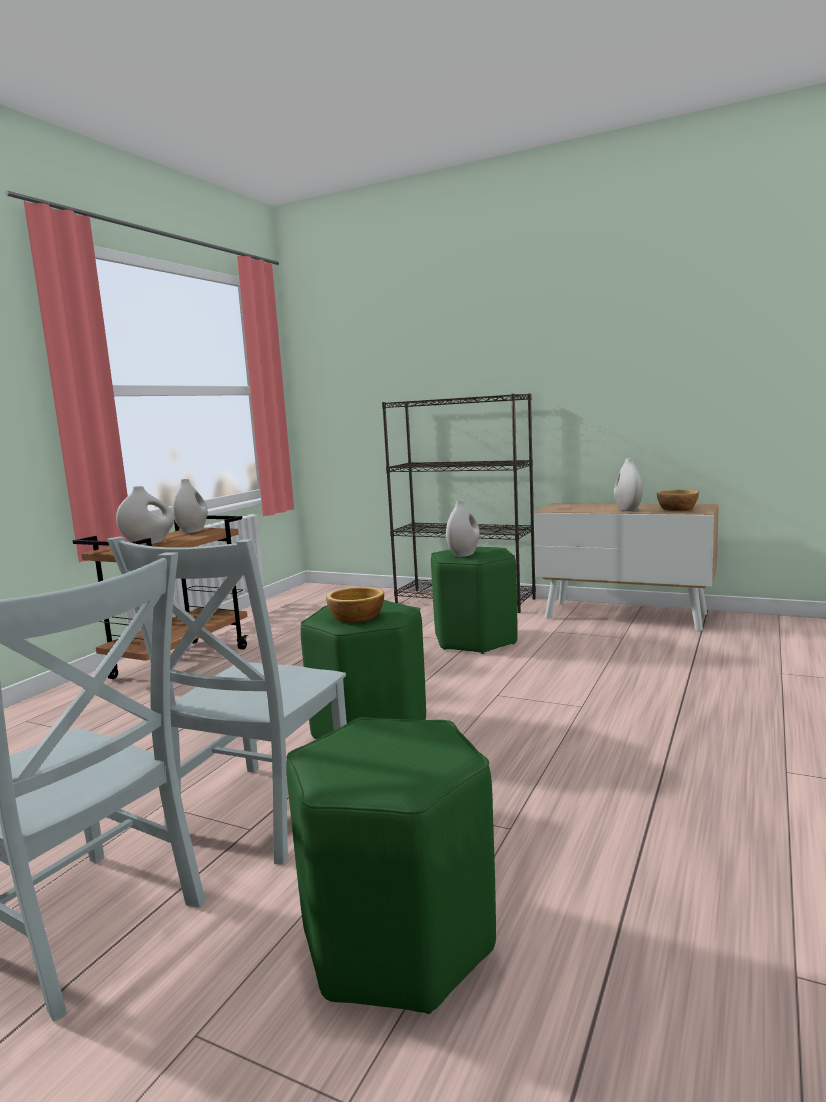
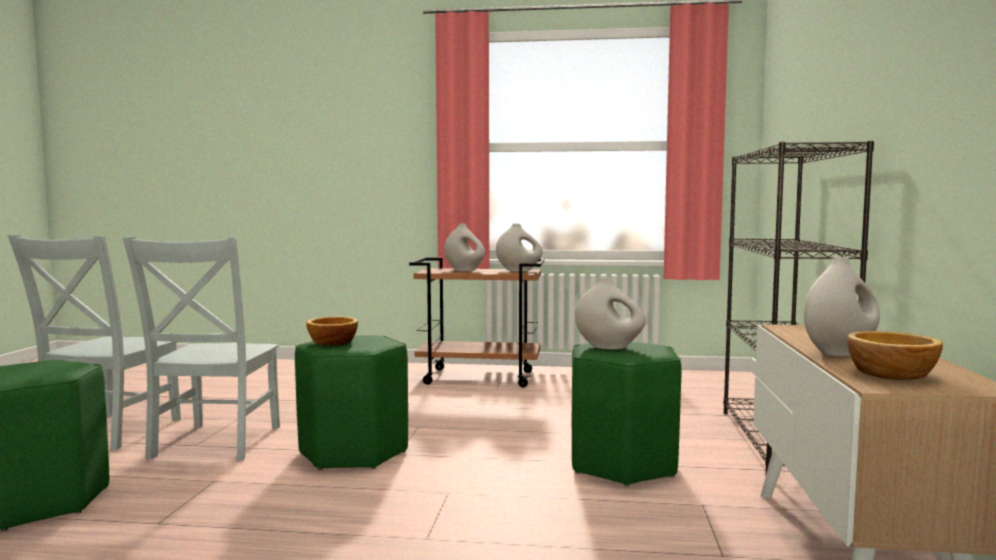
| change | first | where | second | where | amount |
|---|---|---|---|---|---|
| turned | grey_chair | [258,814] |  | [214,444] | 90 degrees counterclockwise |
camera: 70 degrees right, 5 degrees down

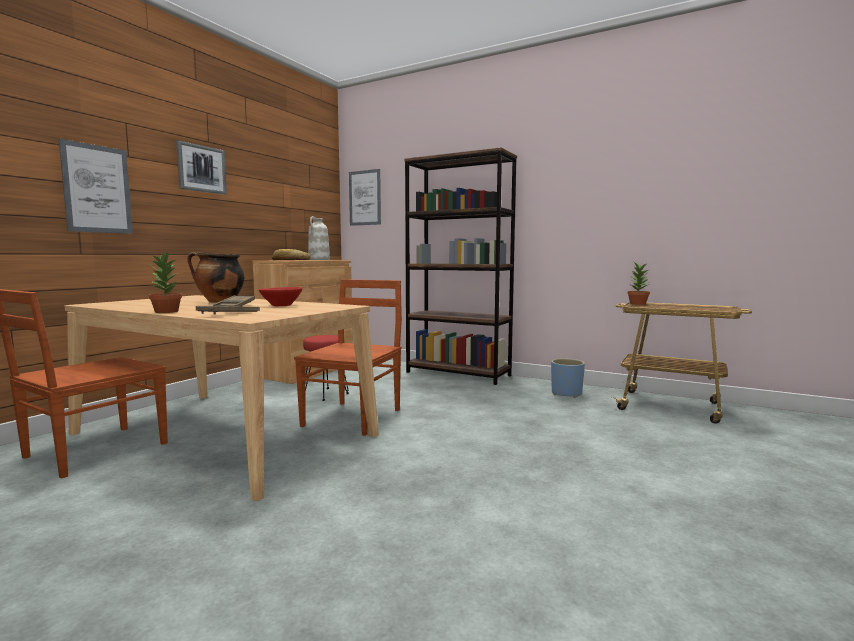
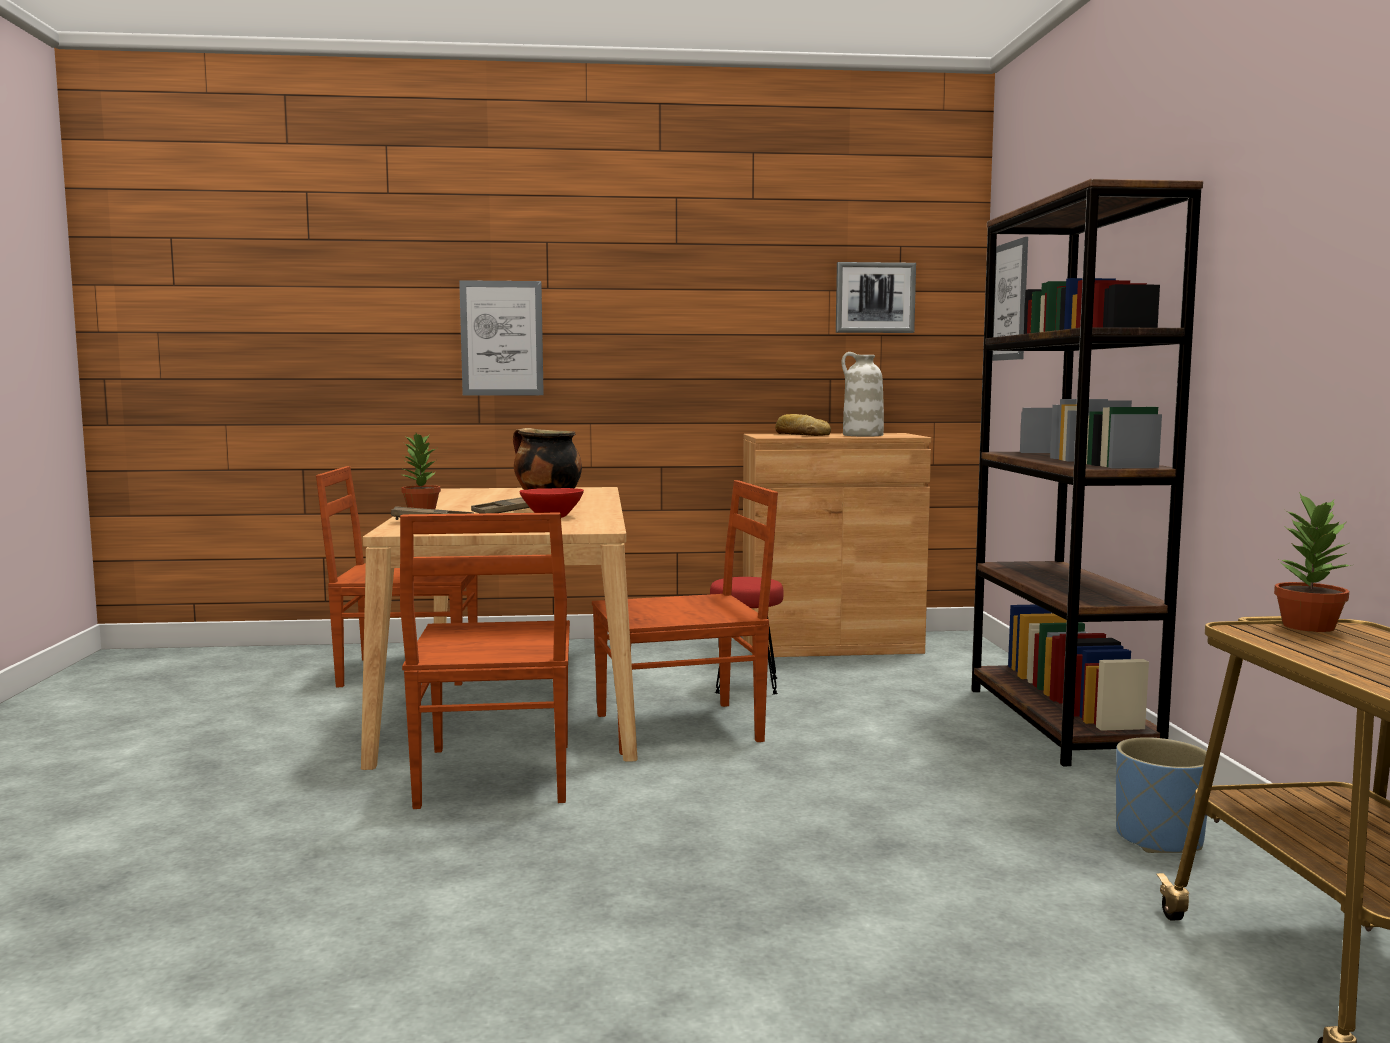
| change | first | where | second | where | amount |
|---|---|---|---|---|---|
| moved | picture | [201,169] |  | [875,298] |  |
| added |  |  | brown_chair | [495,777] |  |
camera: 55 degrees right, 0 degrees up

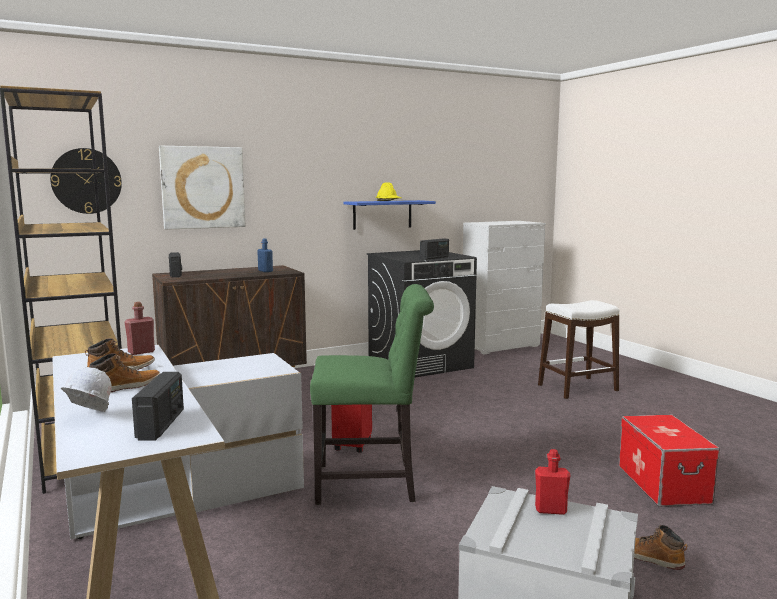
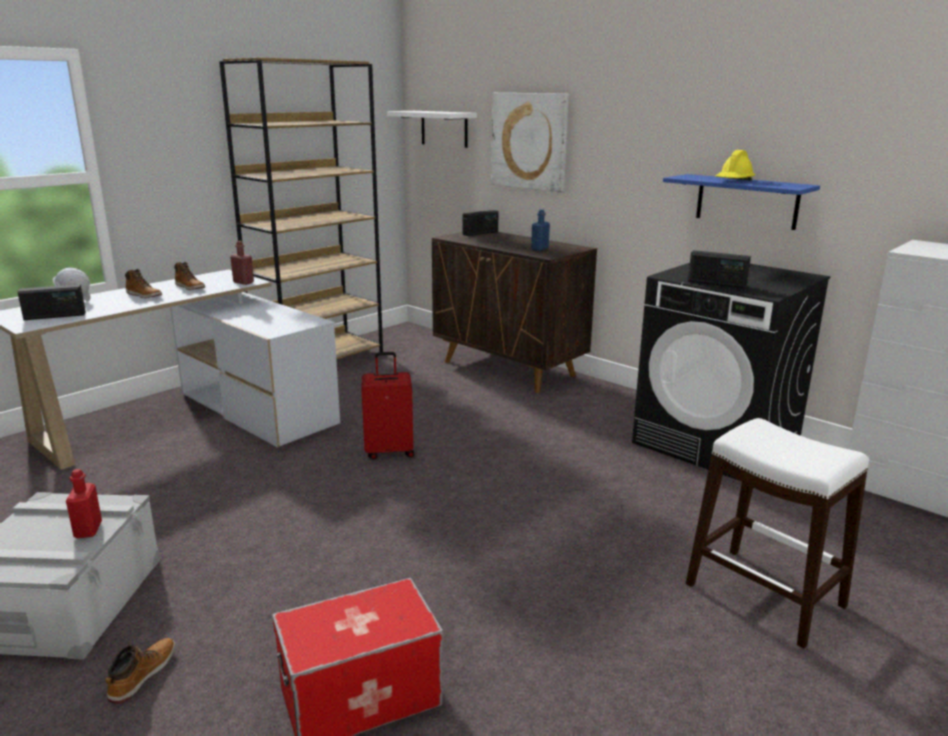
| change | first | where | second | where | amount |
|---|---|---|---|---|---|
| replaced | wall_clock | [86,181] | white_shelf | [444,128] |  |
| removed | green_chair | [372,483] |  |  |  |
camera: 70 degrees right, 10 degrees up

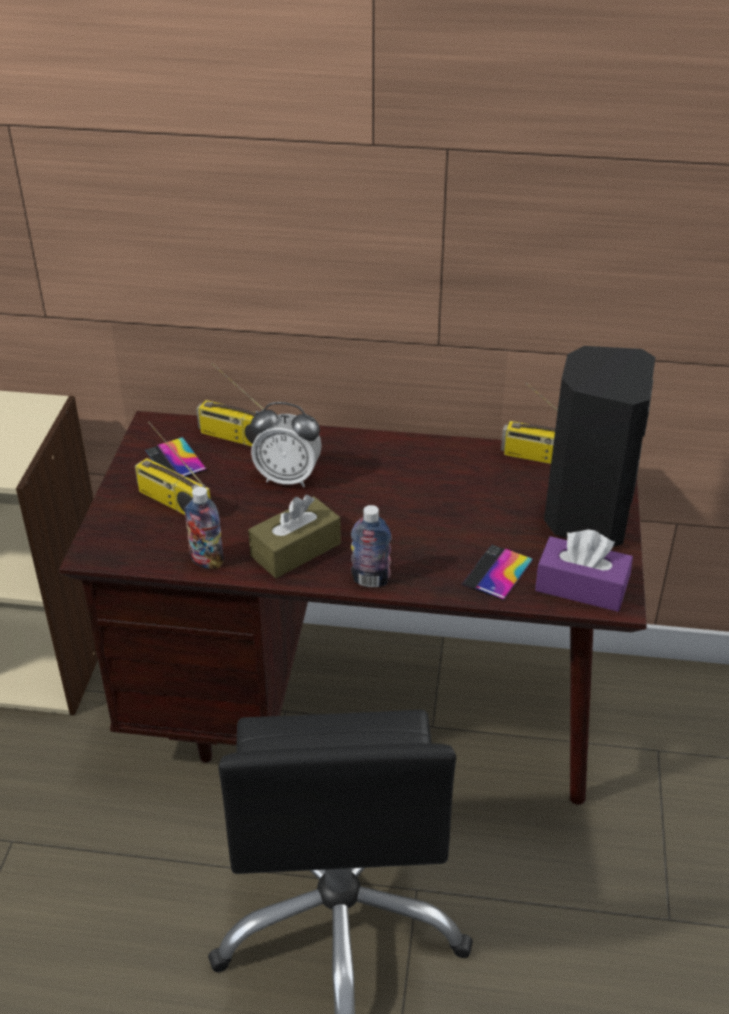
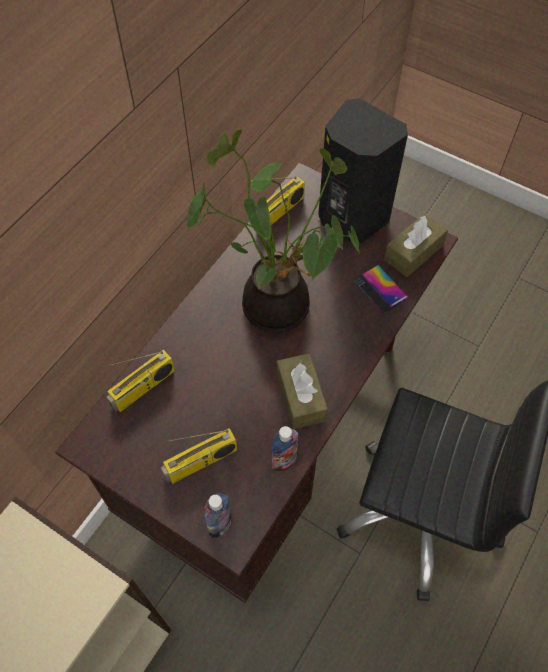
| change | first | where | second | where | amount |
|---|---|---|---|---|---|
| removed | phone | [175,460] |  |  |  |
| removed | alarm_clock | [288,478] |  |  |  |
| moved | bottle | [371,580] |  | [220,524] |  |
| recoloured | purple_tissue_box | [581,587] | brown_tissue_box | [413,252] |  |
| added |  |  | potted_plant | [278,301] |  |
camera: 65 degrees left, 20 degrees up

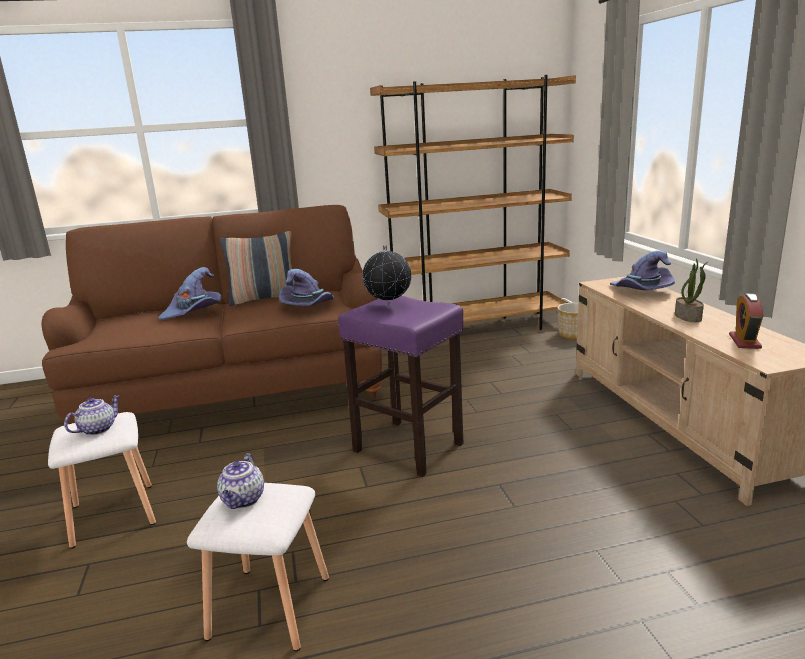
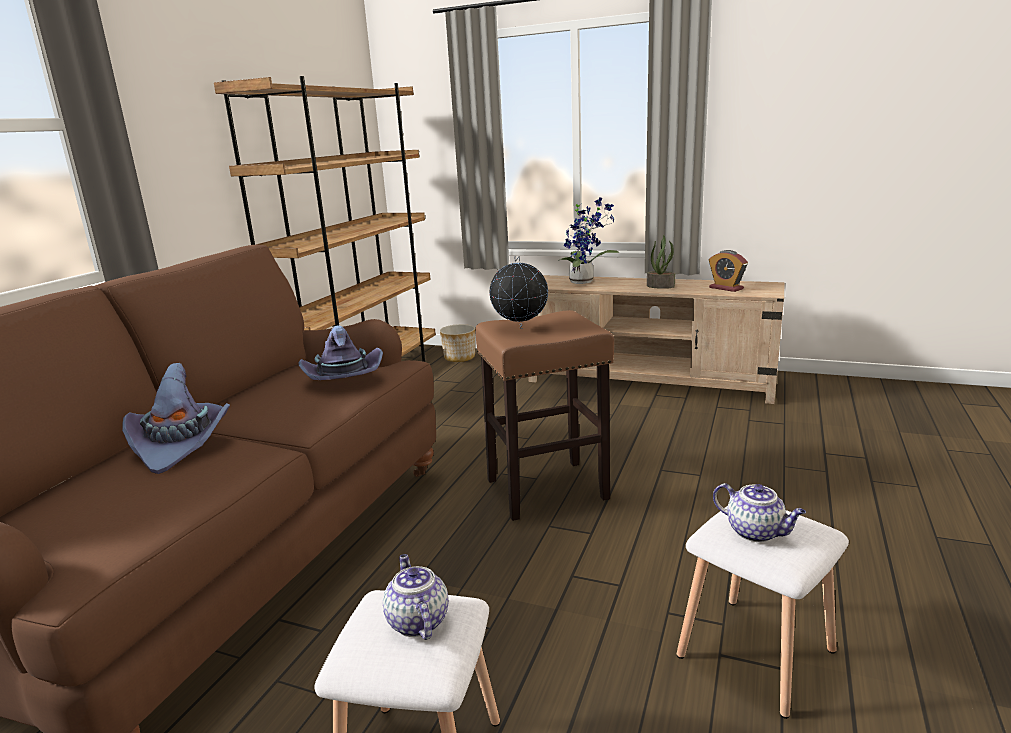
| change | first | where | second | where | amount |
|---|---|---|---|---|---|
| removed | pillow | [264,299] |  |  |  |
| recoloured | purple_stool | [409,447] | brown_stool | [548,489] |  |
| replaced | purple_hat | [641,291] | potted_plant | [584,281] |  |
camera: 55 degrees left, 0 degrees up

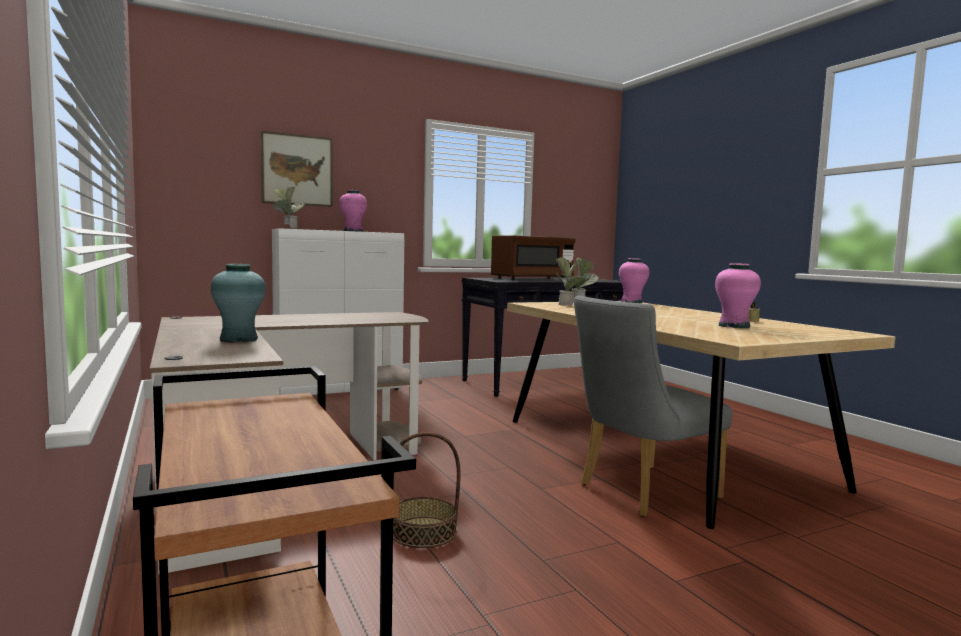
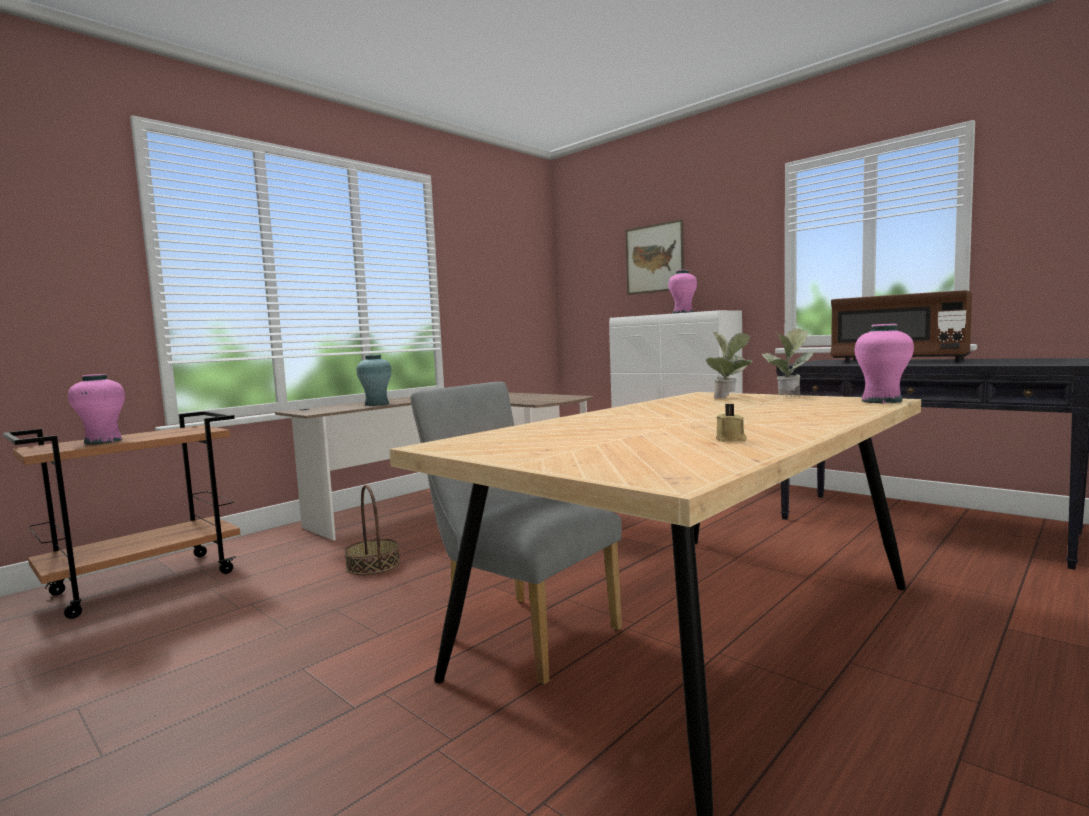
| change | first | where | second | where | amount |
|---|---|---|---|---|---|
| removed | potted_plant | [287,228] |  |  |  |
| moved | pink_vase | [734,326] |  | [103,441] |  |
camera: 70 degrees right, 0 degrees up

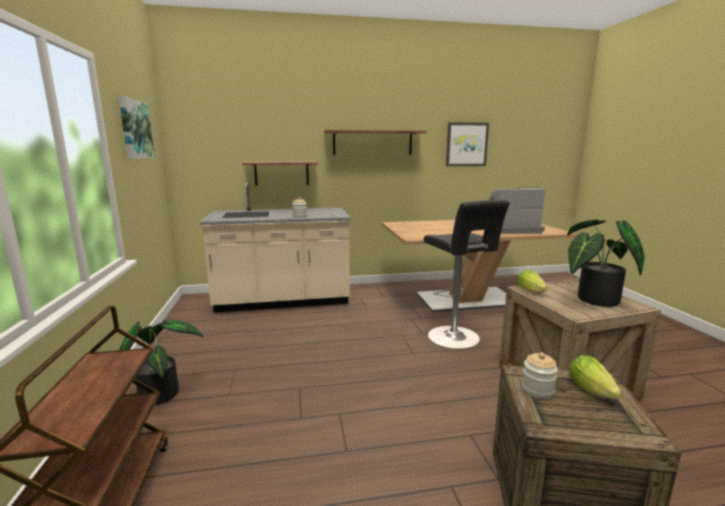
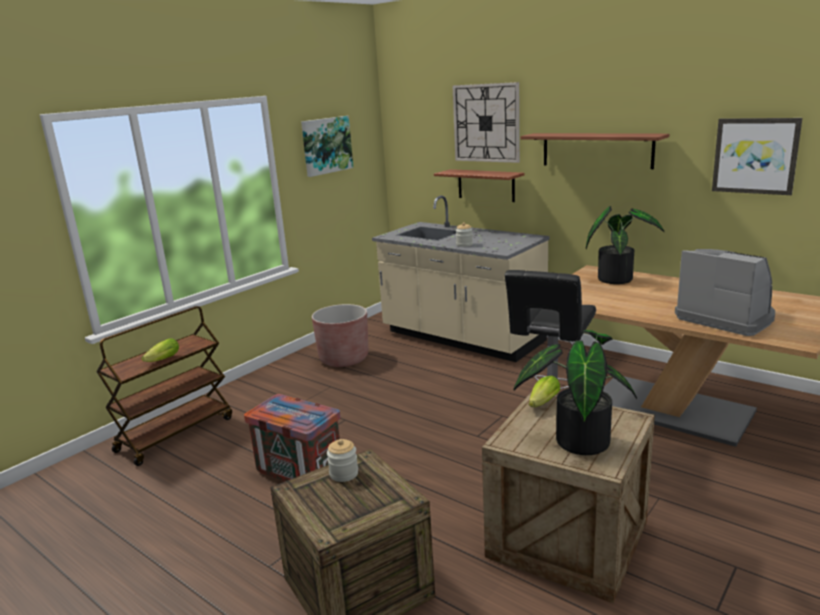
| change | first | where | second | where | amount |
|---|---|---|---|---|---|
| moved | potted_plant | [161,392] |  | [617,278] |  |
| moved | lettuce | [593,391] |  | [161,360] |  |
| added |  |  | crate | [299,471] |  |
| added |  |  | brown_planter | [344,359] |  |
| added |  |  | wall_clock | [486,123] |  |
camera: 50 degrees right, 5 degrees up

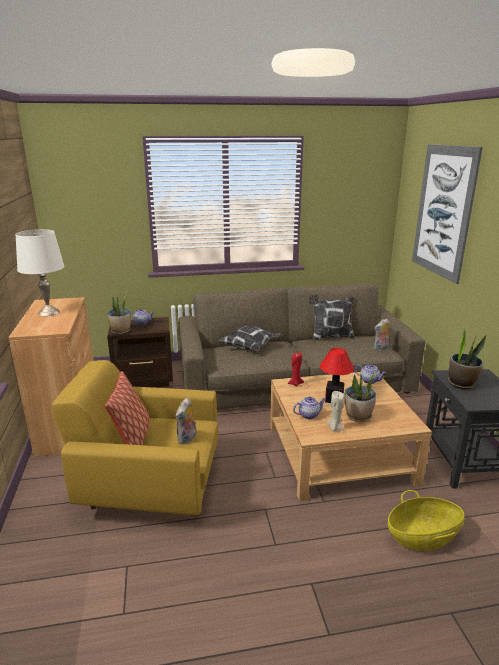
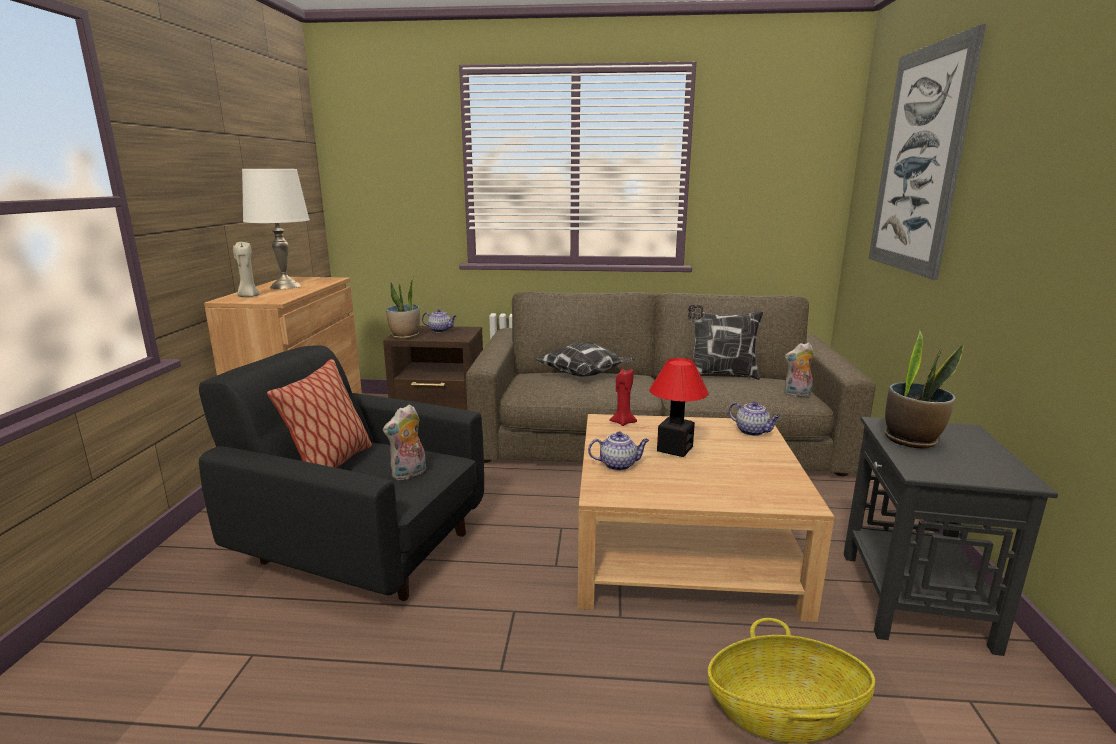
| change | first | where | second | where | amount |
|---|---|---|---|---|---|
| recoloured | yellow_armchair | [149,485] | black_armchair | [361,545] |  |
| moved | beige_candle | [335,428] |  | [248,296] |  |
| removed | potted_plant | [358,416] |  |  |  |
camera: 15 degrees right, 5 degrees down

